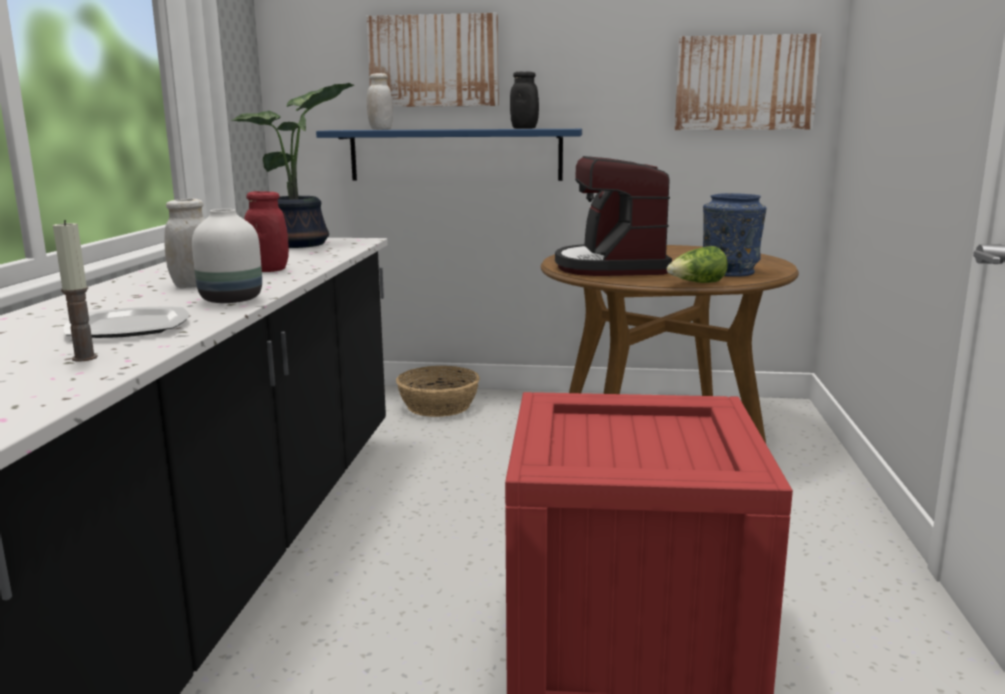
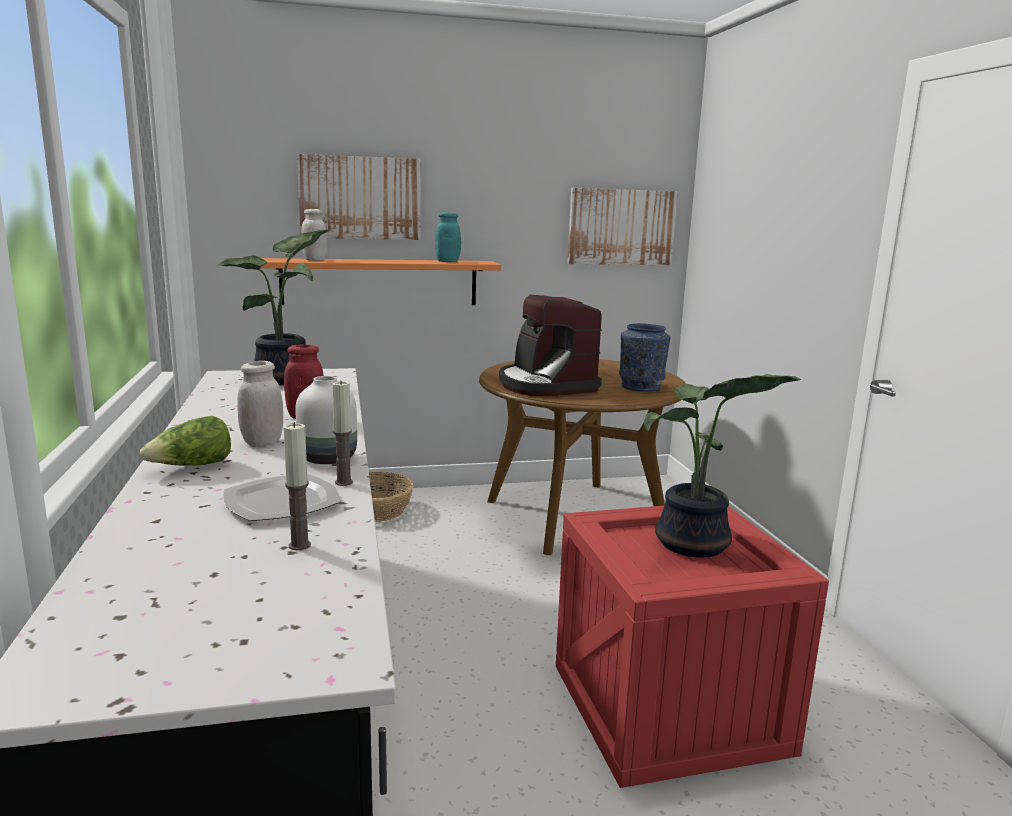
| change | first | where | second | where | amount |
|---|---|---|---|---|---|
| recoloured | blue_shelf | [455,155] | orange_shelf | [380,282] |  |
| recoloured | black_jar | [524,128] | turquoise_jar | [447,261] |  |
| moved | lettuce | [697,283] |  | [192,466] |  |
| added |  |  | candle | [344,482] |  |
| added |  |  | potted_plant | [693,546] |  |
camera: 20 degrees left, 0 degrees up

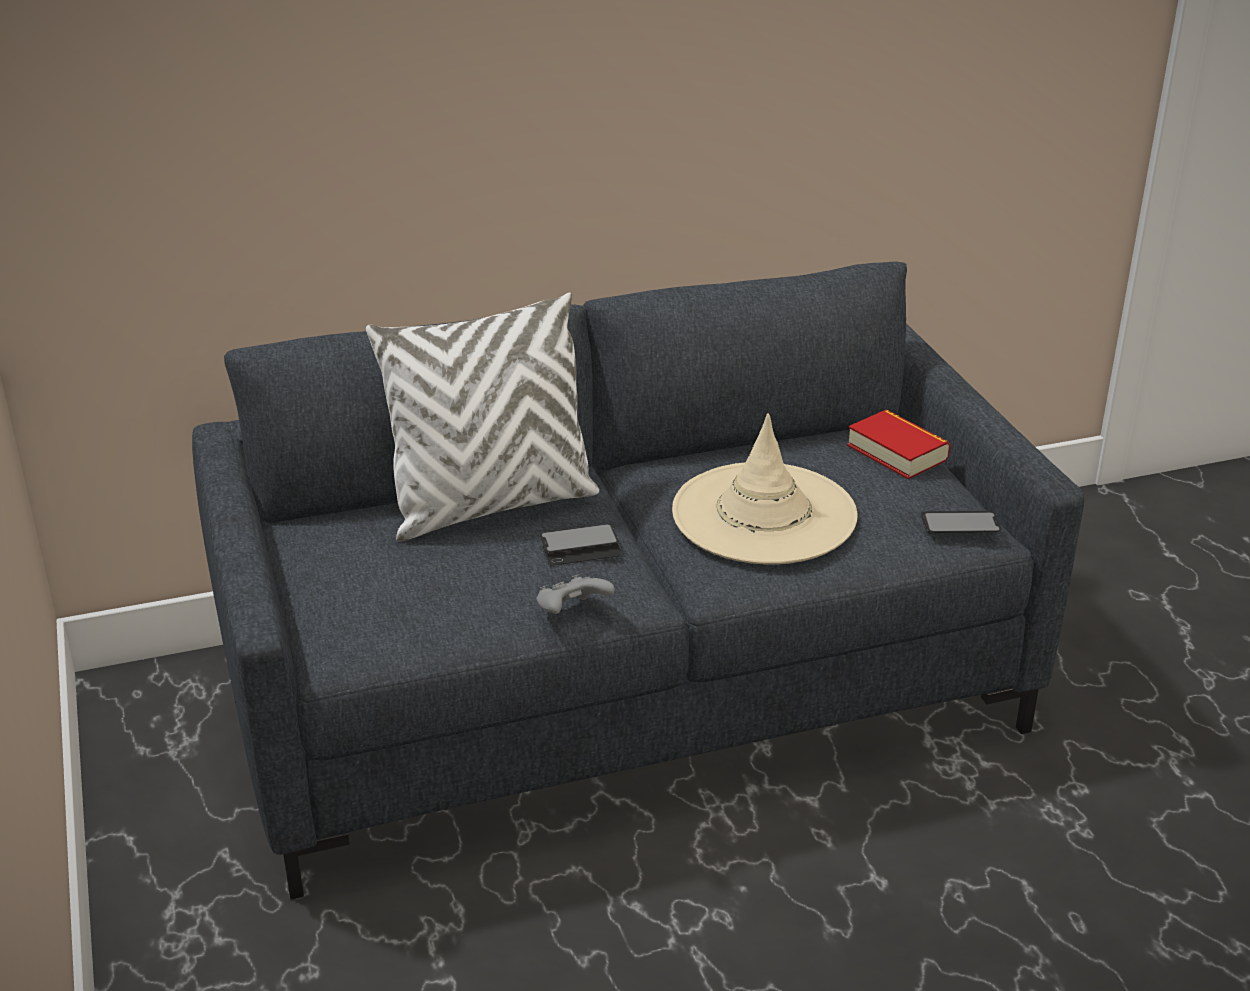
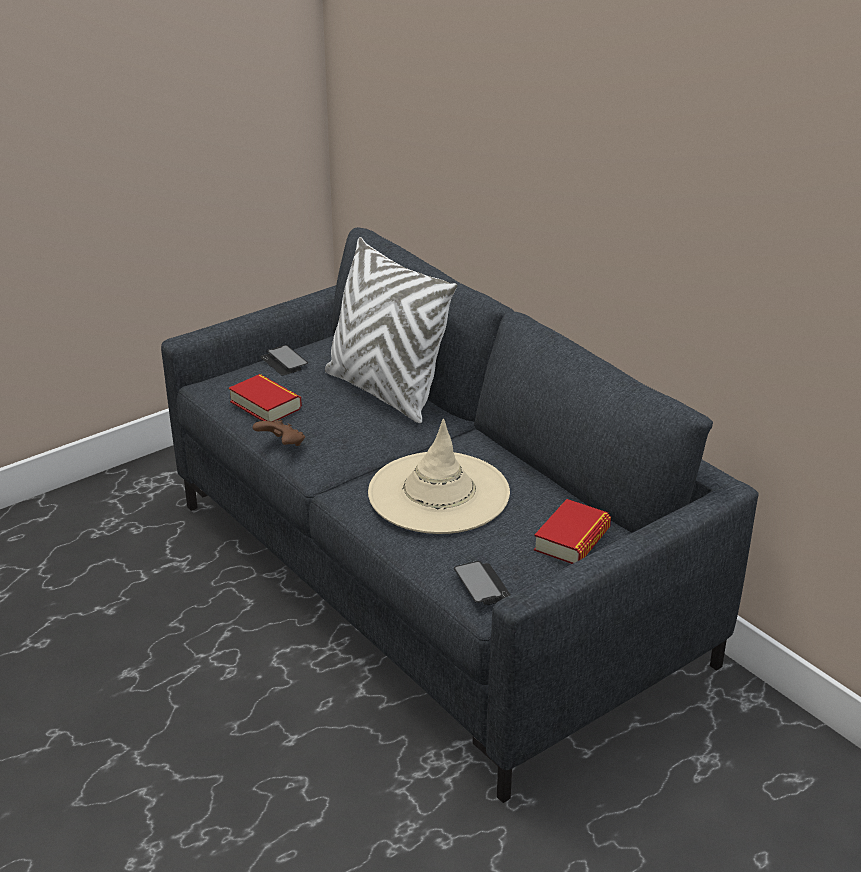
| change | first | where | second | where | amount |
|---|---|---|---|---|---|
| recoloured | grey_game_controller | [572,612] | brown_game_controller | [281,445] |  |
| moved | phone | [580,547] |  | [284,362] |  |
| added |  |  | book | [265,405] |  |
camera: 70 degrees right, 0 degrees up

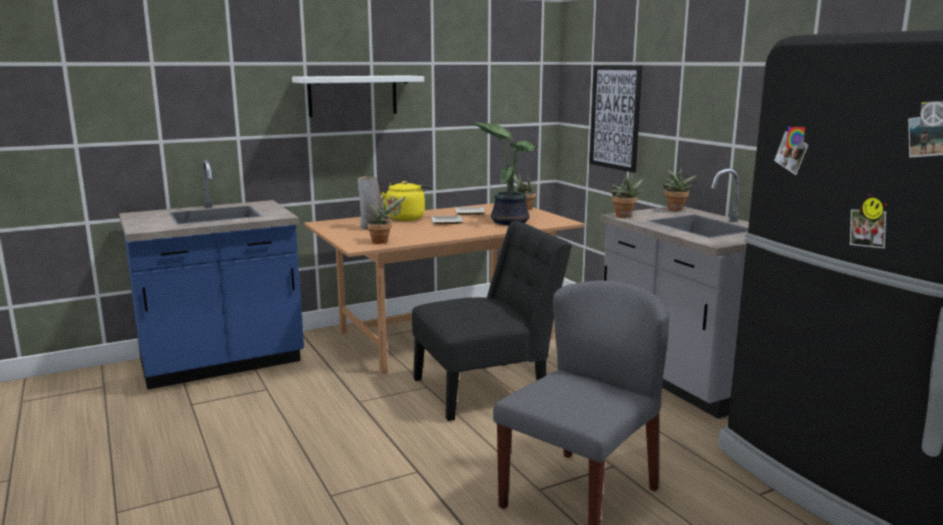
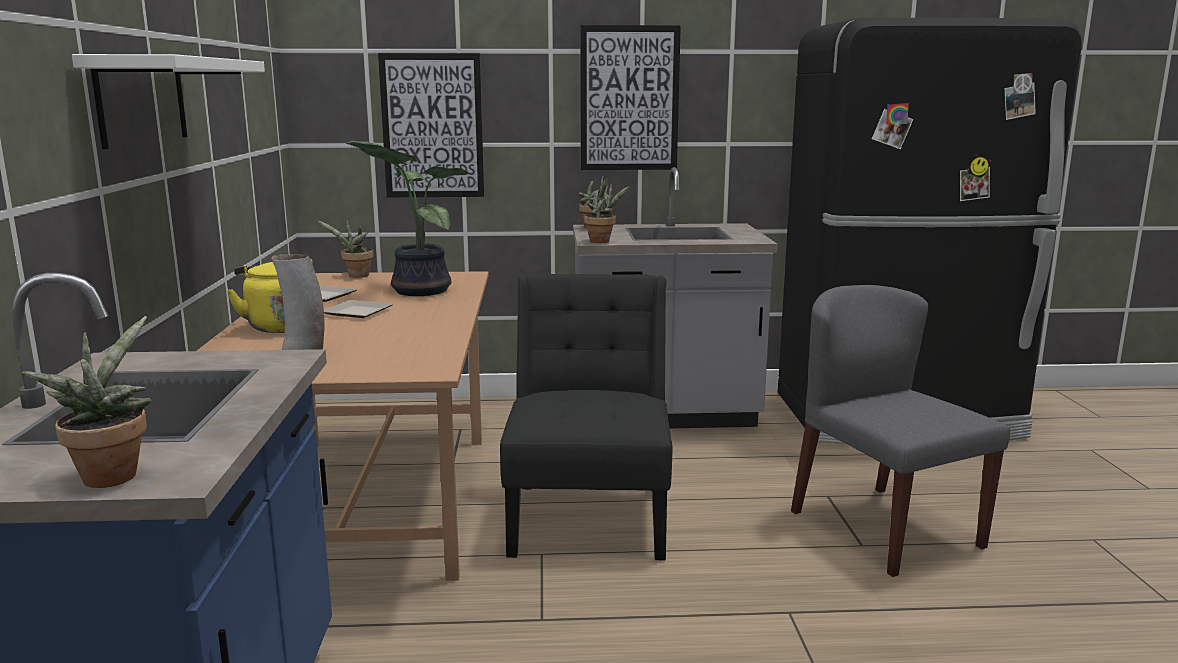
| change | first | where | second | where | amount |
|---|---|---|---|---|---|
| moved | potted_plant | [381,241] |  | [111,474] |  |
| added |  |  | picture | [629,99] |  |
camera: 65 degrees left, 0 degrees up

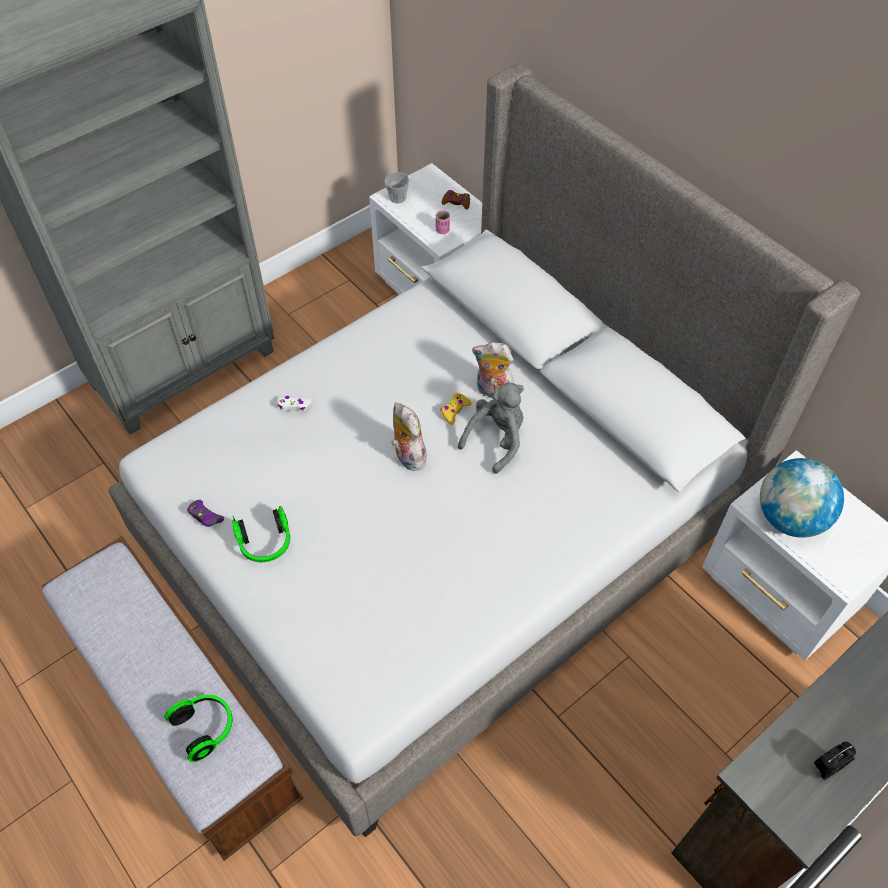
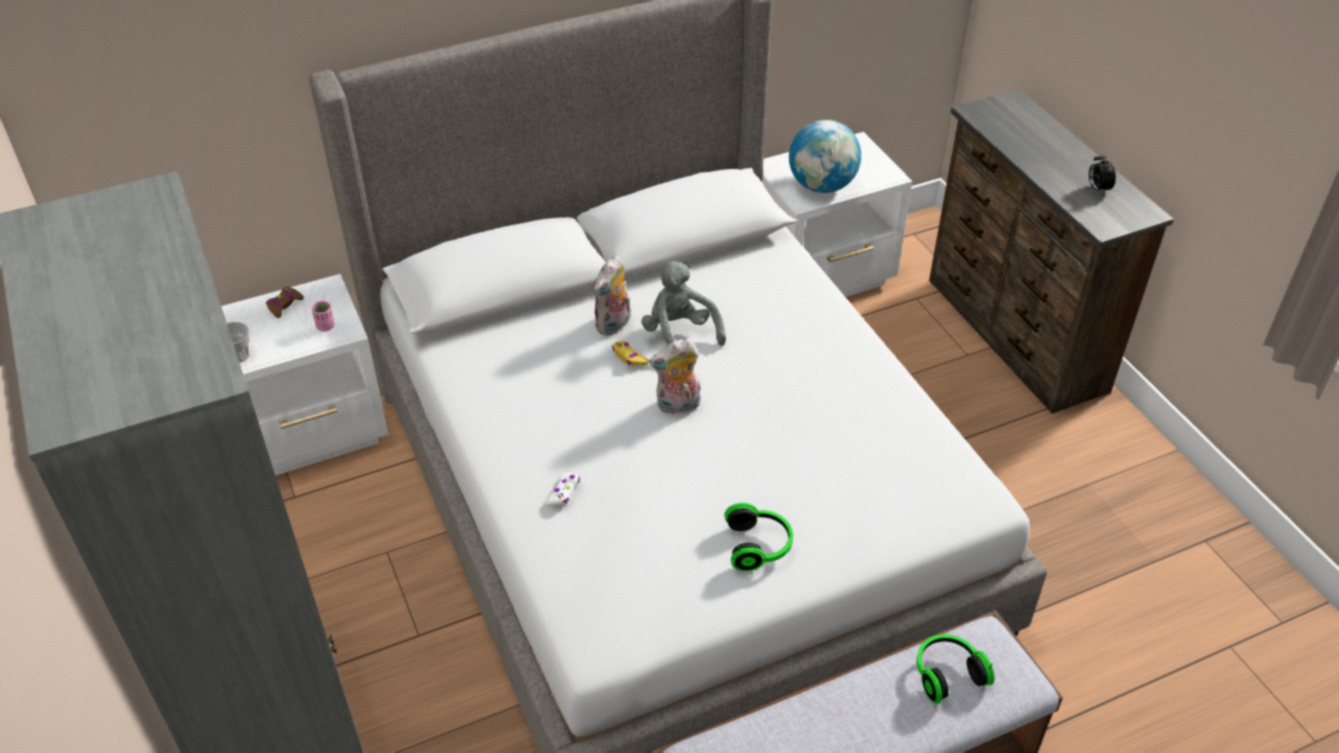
| change | first | where | second | where | amount |
|---|---|---|---|---|---|
| removed | purple_game_controller | [205,516] |  |  |  |
camera: 75 degrees left, 10 degrees down

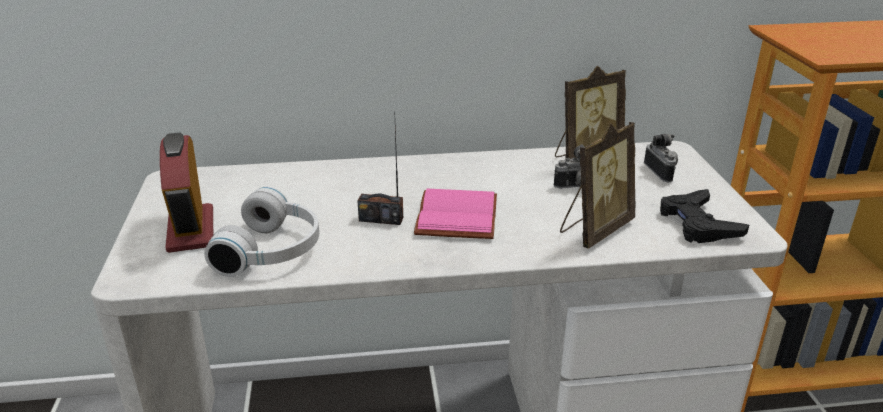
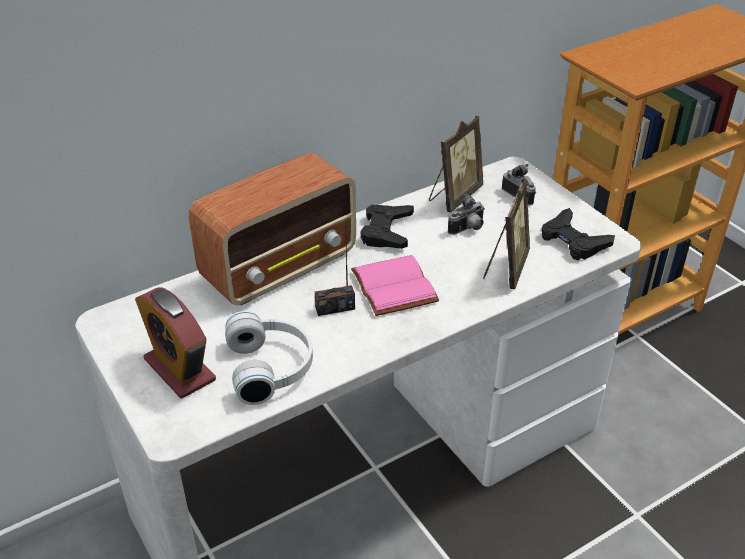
| change | first | where | second | where | amount |
|---|---|---|---|---|---|
| added |  |  | radio | [281,267] |  |
| added |  |  | black_game_controller | [386,231] |  |
camera: 25 degrees left, 10 degrees up

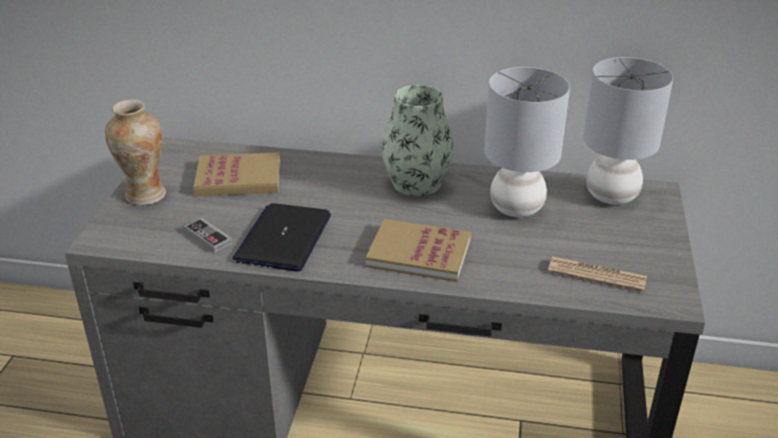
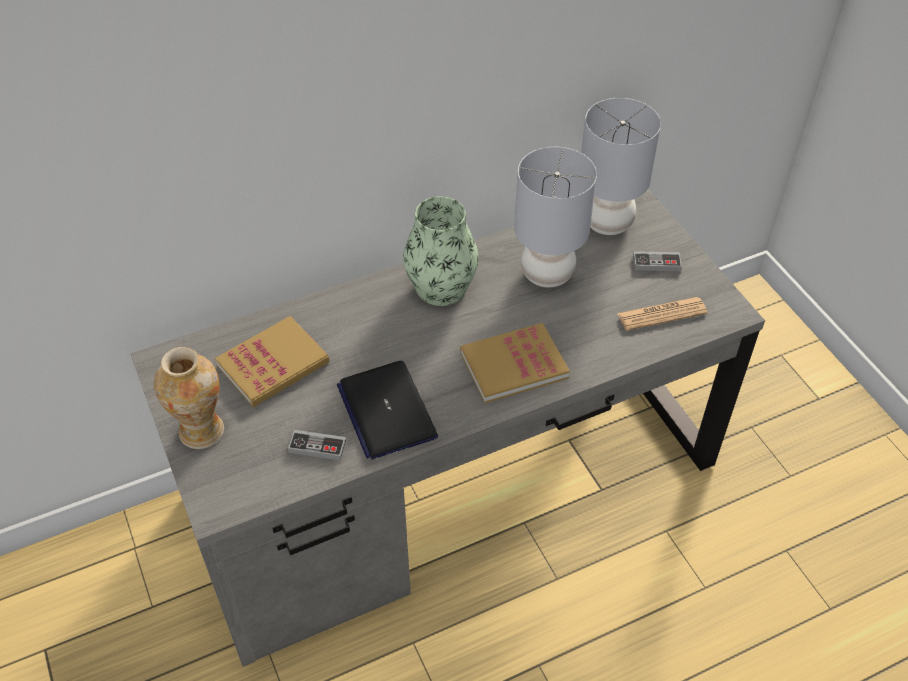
| change | first | where | second | where | amount |
|---|---|---|---|---|---|
| added |  |  | game_controller | [656,263] |  |
camera: 35 degrees left, 15 degrees up

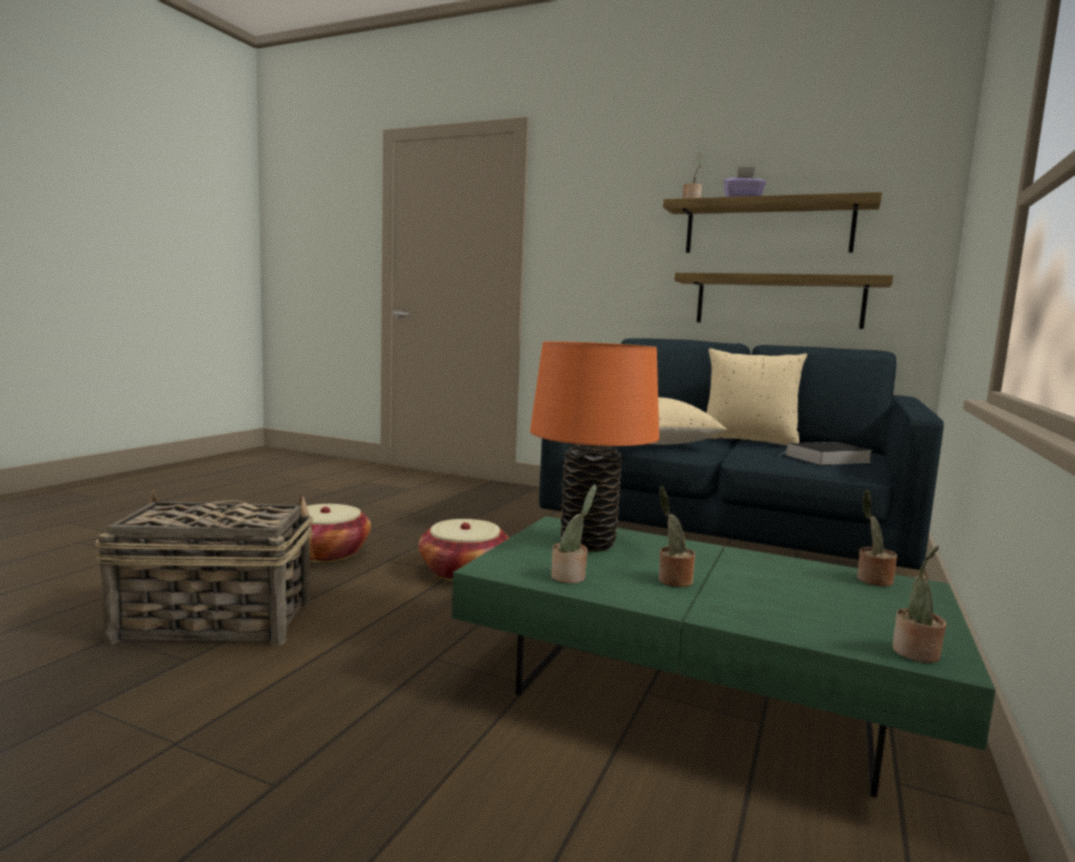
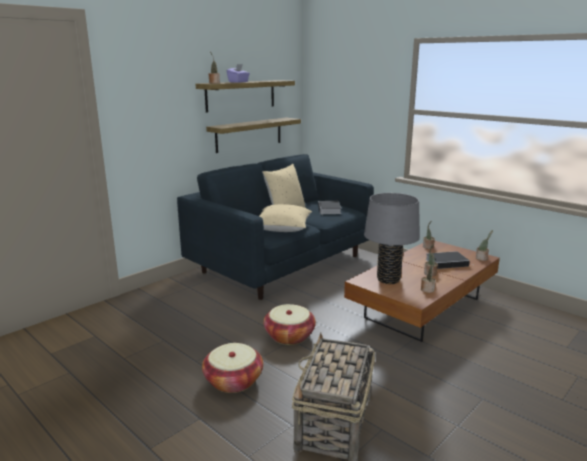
| change | first | where | second | where | amount |
|---|---|---|---|---|---|
| recoloured | green_coffee_table | [697,692] | brown_coffee_table | [422,308] |  |
| recoloured | orange_table_lamp | [587,544] | grey_table_lamp | [388,280] |  |
| added |  |  | book | [447,262] |  |
camera: 70 degrees left, 10 degrees up

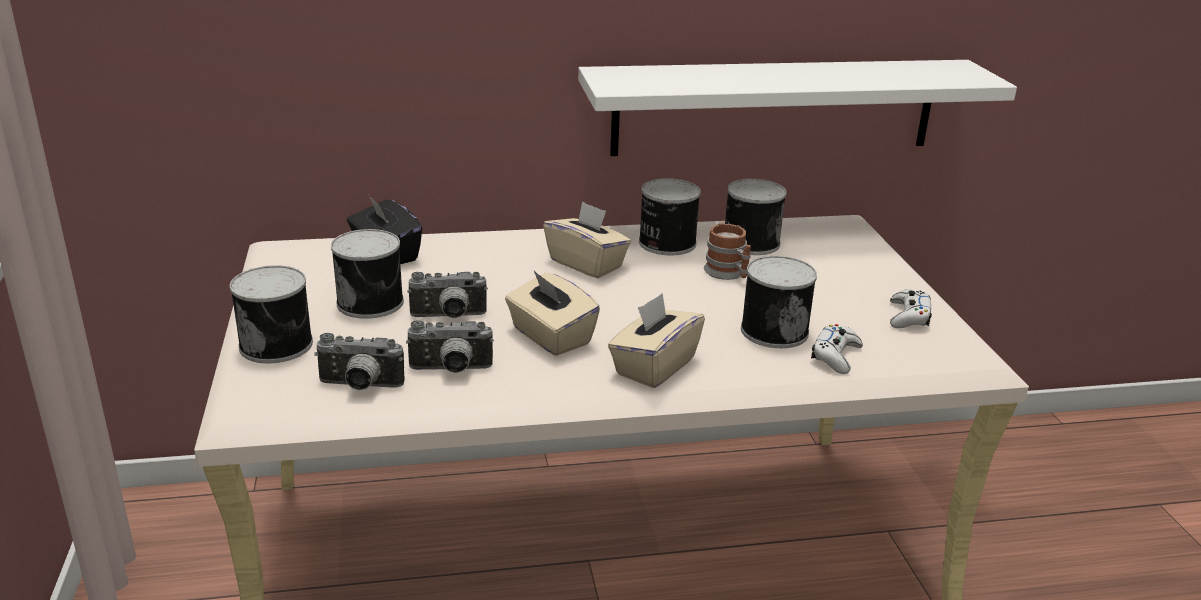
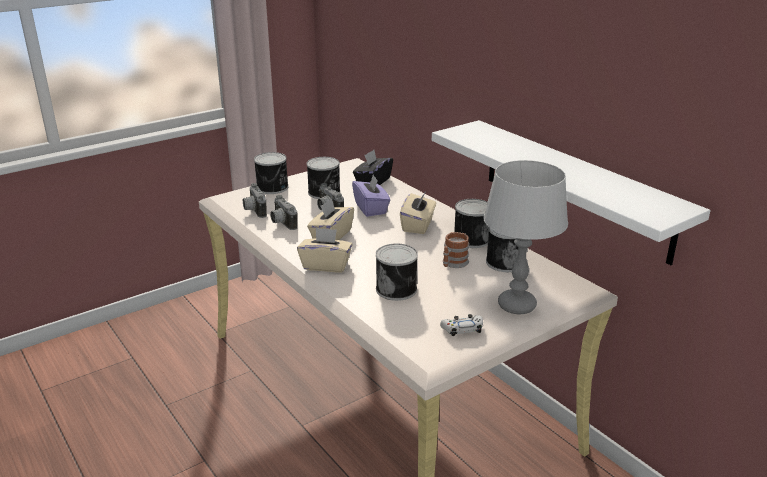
| change | first | where | second | where | amount |
|---|---|---|---|---|---|
| removed | white_game_controller | [835,356] |  |  |  |
| added |  |  | purple_tissue_box | [371,208] |  |
| added |  |  | grey_table_lamp | [516,306] |  |
camera: 65 degrees right, 0 degrees up

